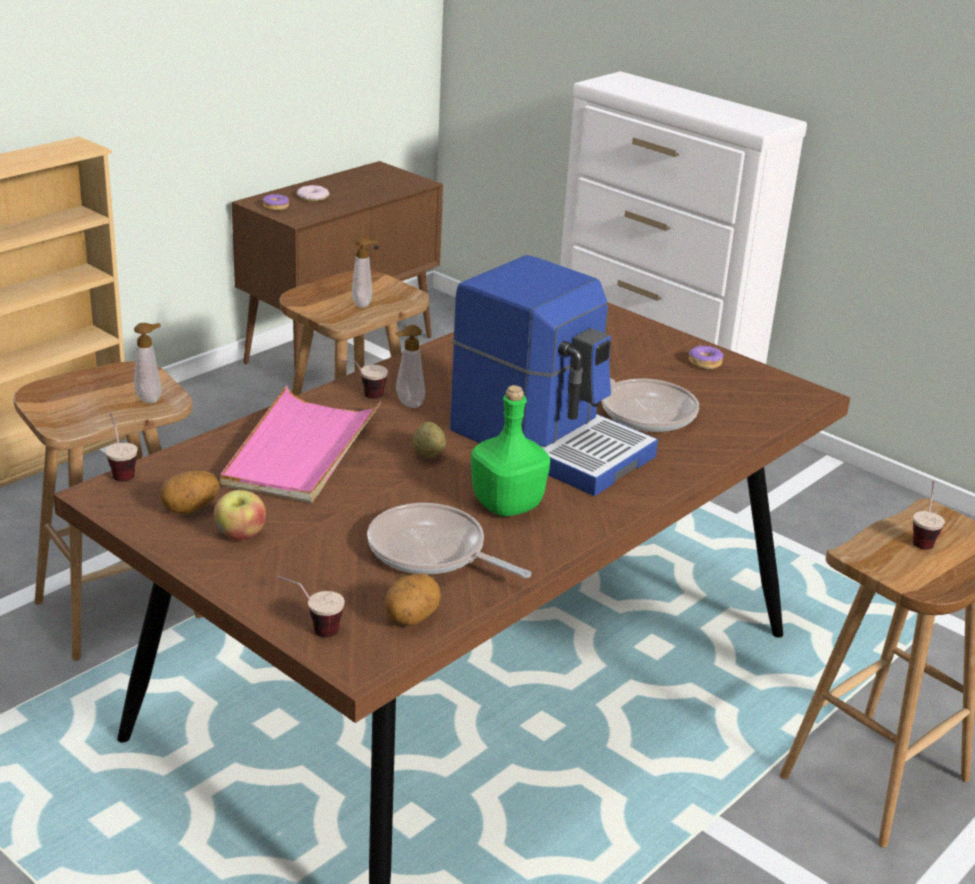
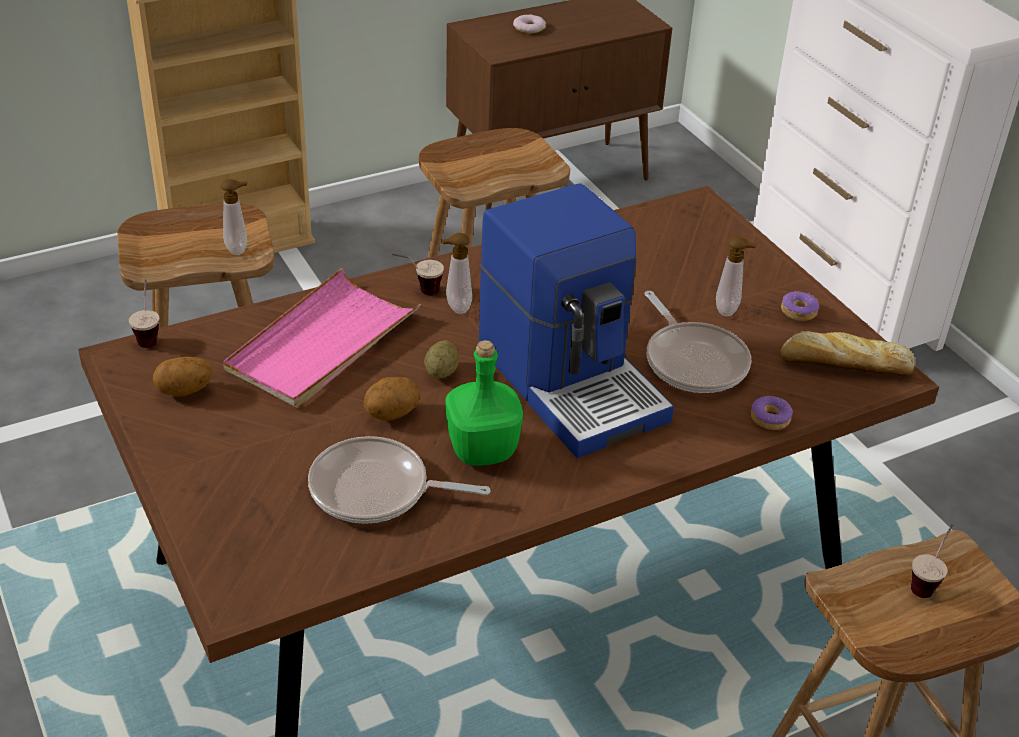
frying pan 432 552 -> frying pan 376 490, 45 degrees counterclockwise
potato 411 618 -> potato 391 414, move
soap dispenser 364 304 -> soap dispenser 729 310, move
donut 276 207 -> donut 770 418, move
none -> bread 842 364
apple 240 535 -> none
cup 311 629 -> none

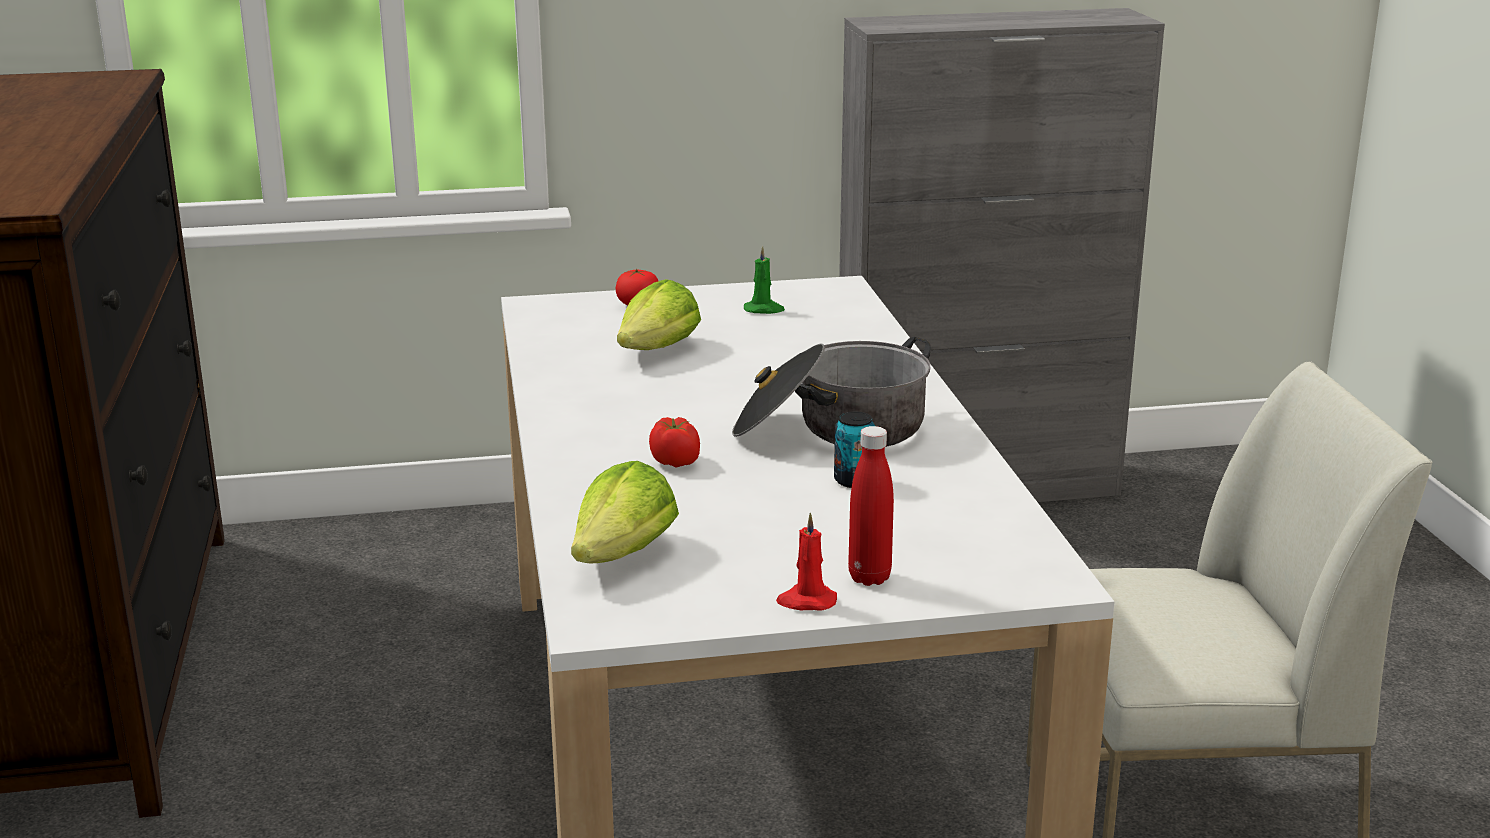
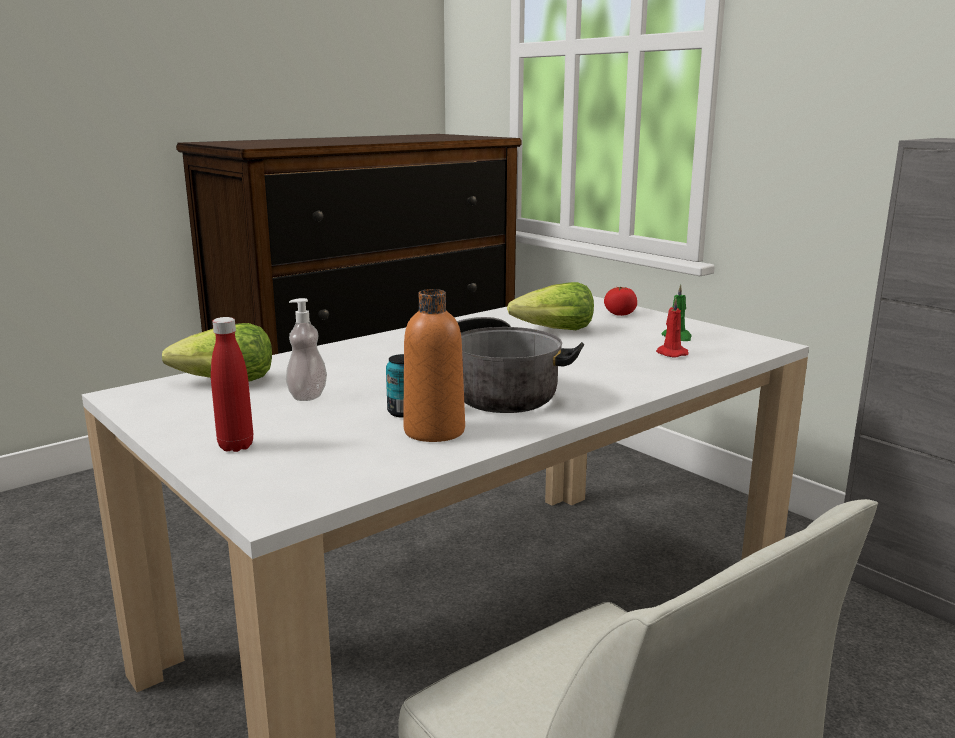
none -> soap dispenser 307 396
none -> bottle (orange) 434 431
candle (red) 806 601 -> candle (red) 670 353, move
tomato 675 462 -> none

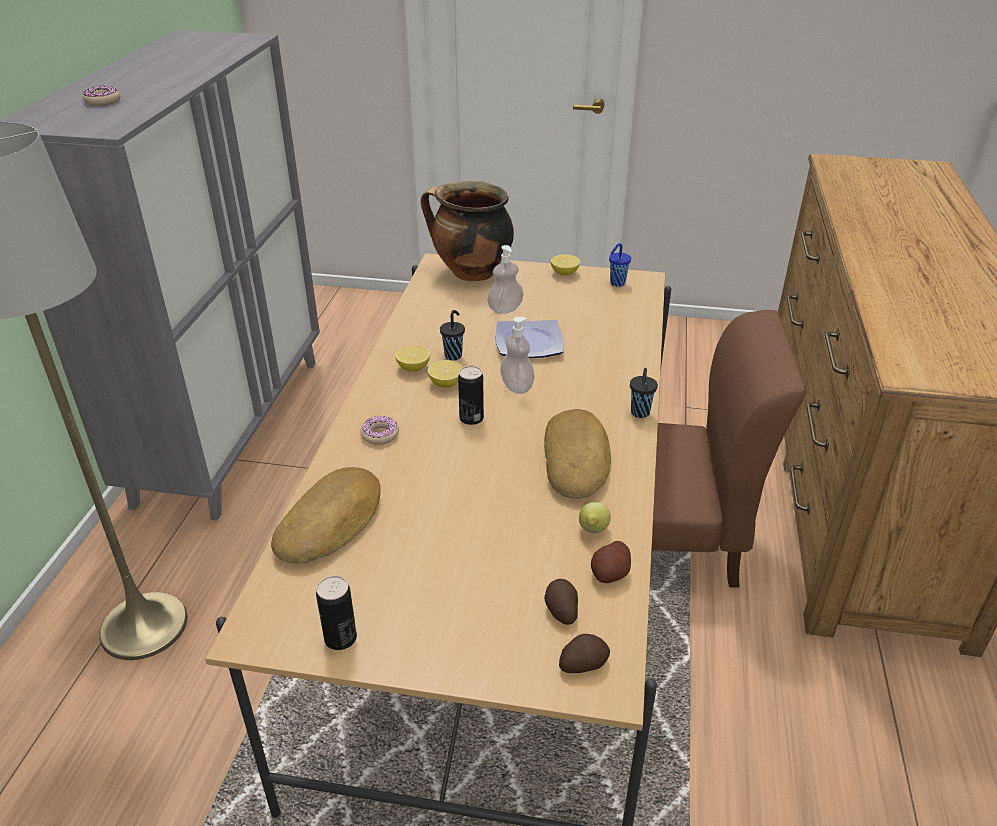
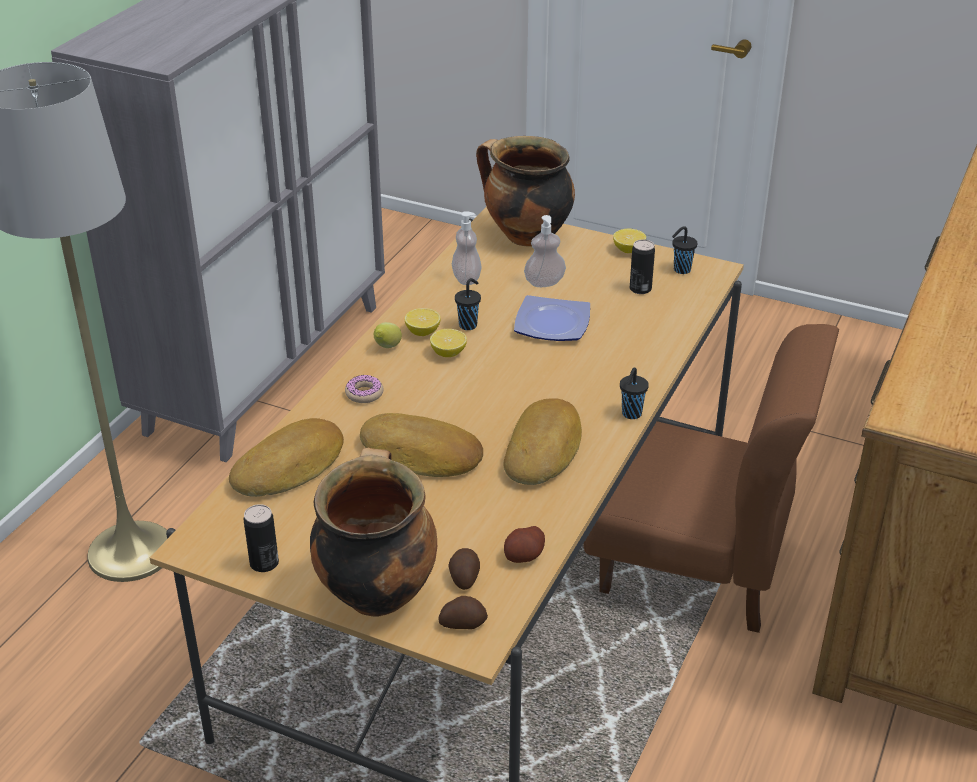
none -> cooking pot 376 591
none -> bread 421 455
lemon 593 531 -> lemon 387 348, move
soap dispenser 517 386 -> soap dispenser 466 278, move
can 471 418 -> can 640 289, move
cup (blue) 616 283 -> cup (black) 681 270
donut 103 101 -> none

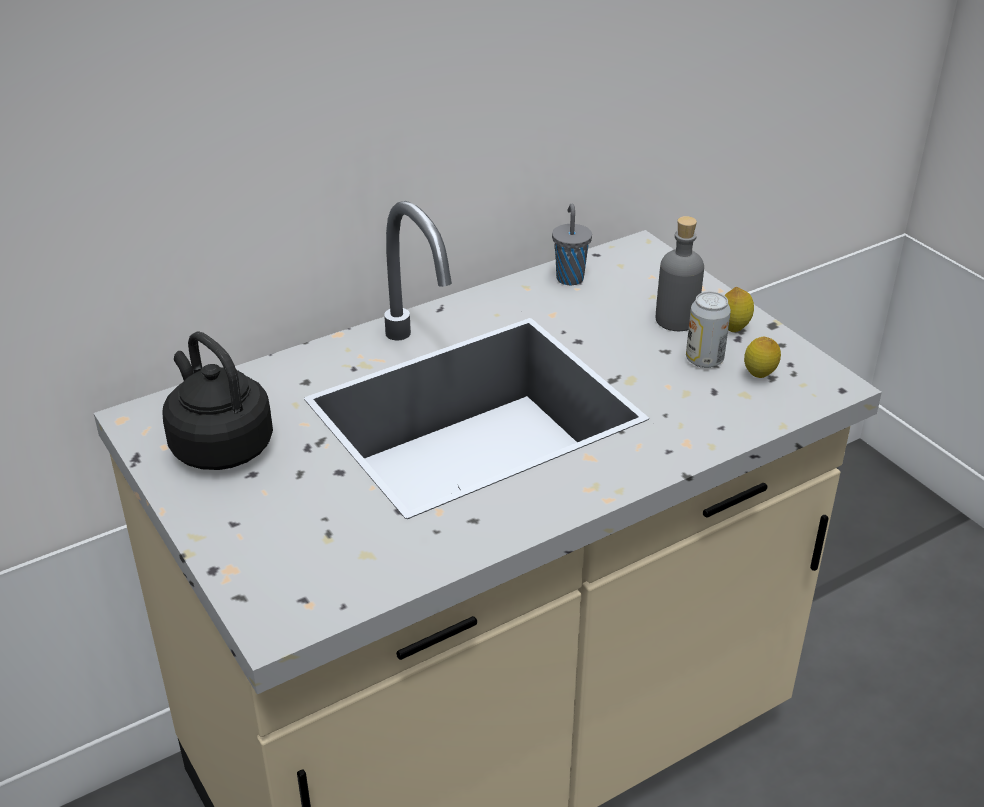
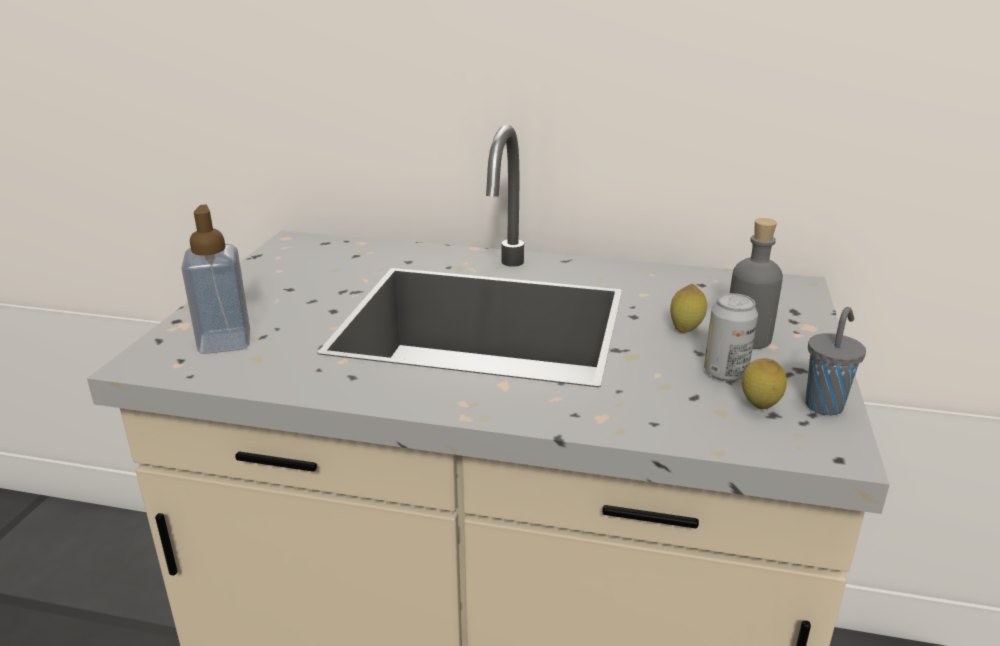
none -> soap dispenser 224 342
lemon 734 328 -> lemon 685 331, move
cup (grey) 569 277 -> cup (grey) 825 405, move
kettle (black) 219 445 -> none

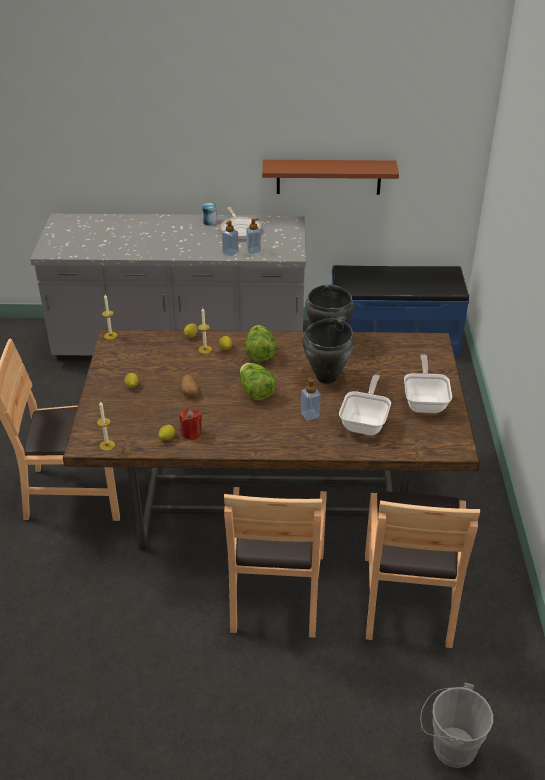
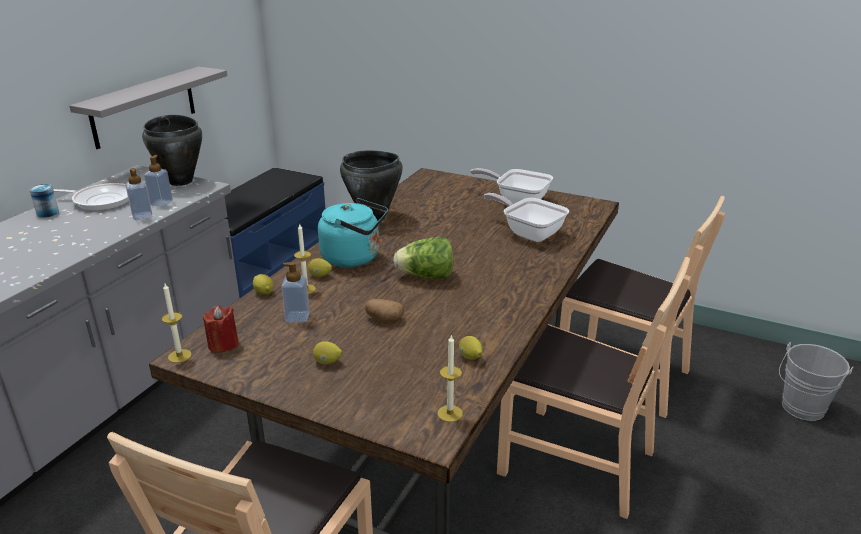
shelf (brown) 328 177 -> shelf (grey) 144 107
cooking pot (black) 327 377 -> cooking pot (black) 181 181, move
candle (red) 191 433 -> candle (red) 223 344, move
soap dispenser 310 415 -> soap dispenser 297 317, move
lettuce 259 353 -> kettle (turquoise) 354 258

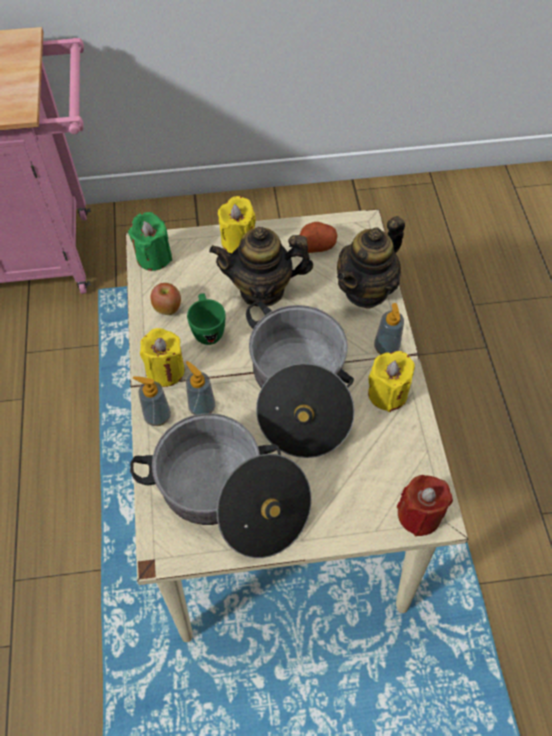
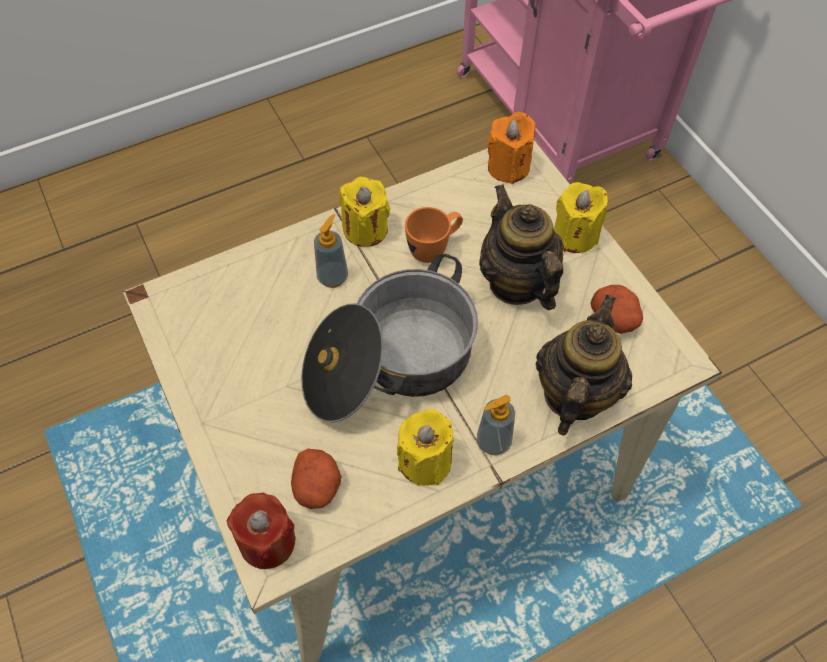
none -> potato 317 486
mug (green) 207 330 -> mug (orange) 434 248
candle (green) 154 257 -> candle (orange) 508 167
teapot 366 290 -> teapot 574 394, 90 degrees clockwise
cooking pot 229 496 -> none
soap dispenser 157 416 -> none
apple 168 308 -> none

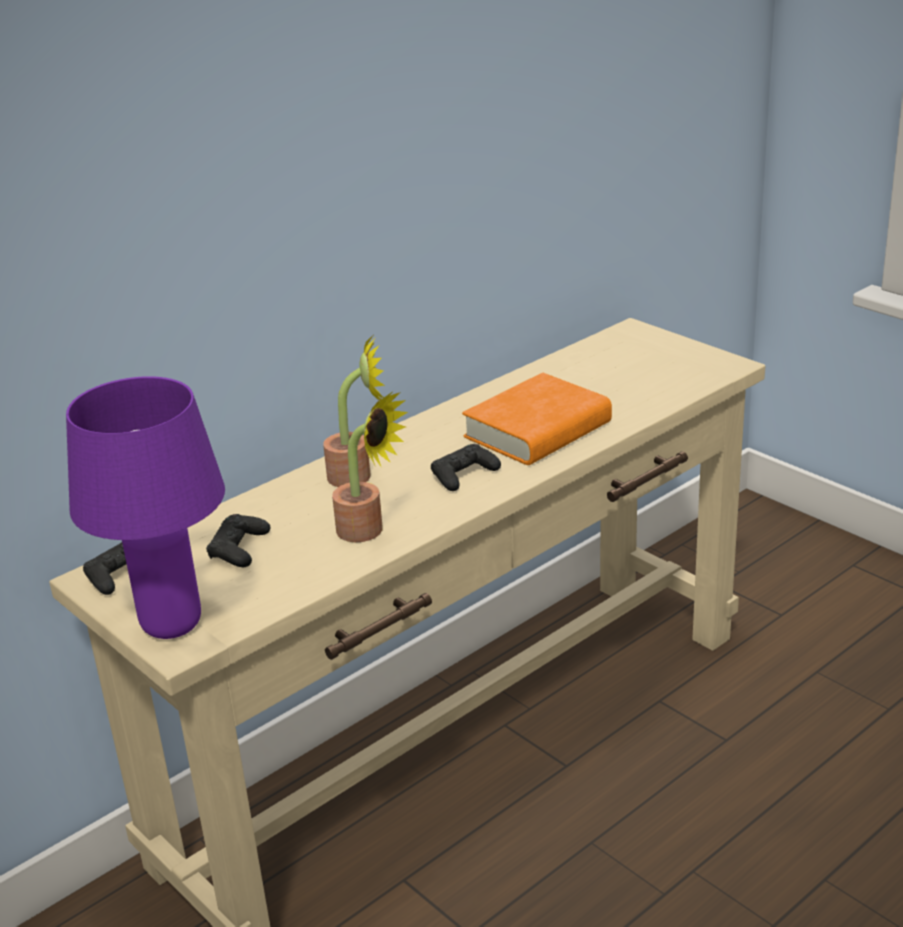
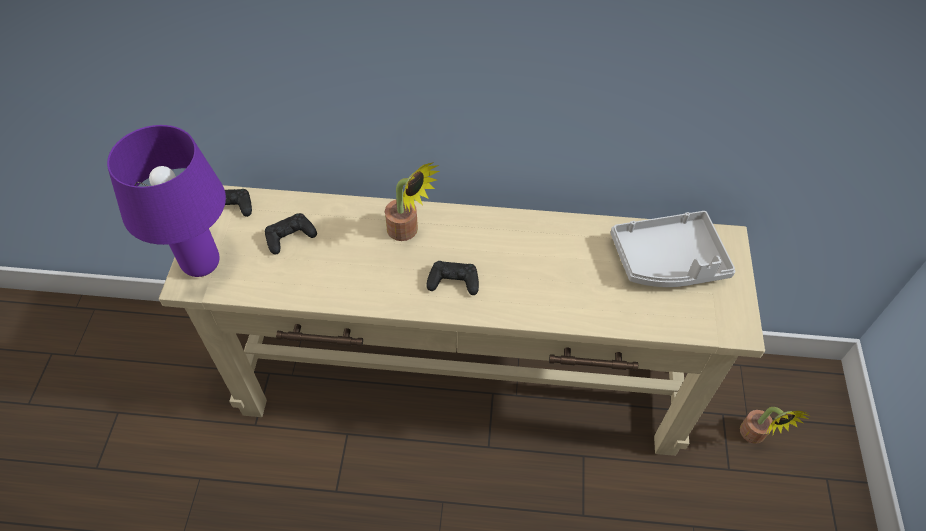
none -> tray (grey) 668 261
potted plant 368 531 -> potted plant 755 436, move
book (orange) 537 430 -> none

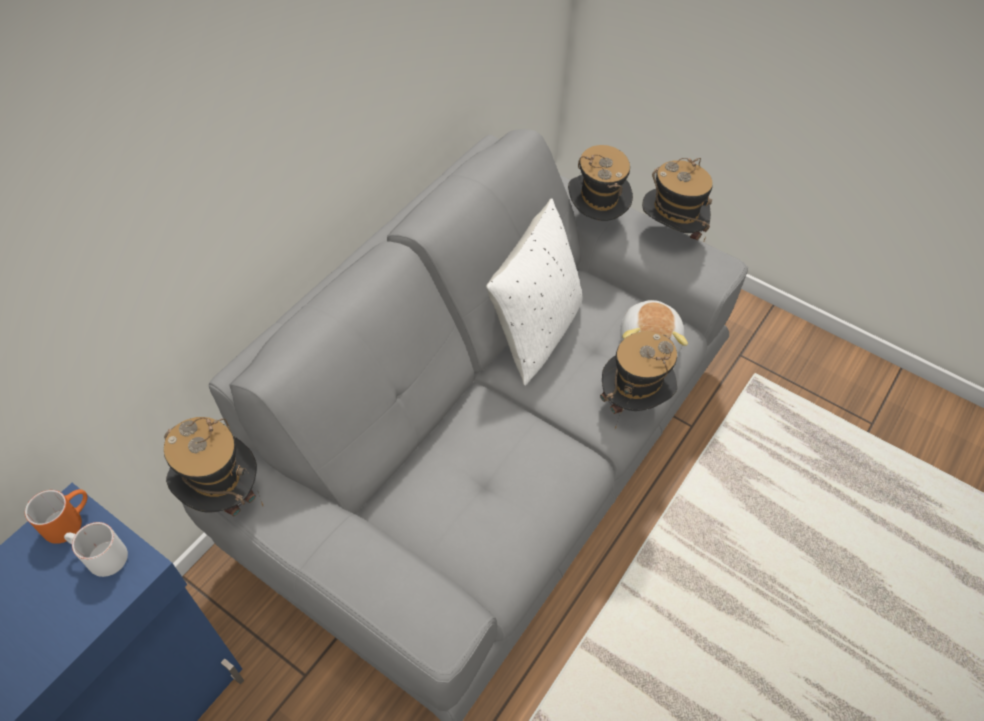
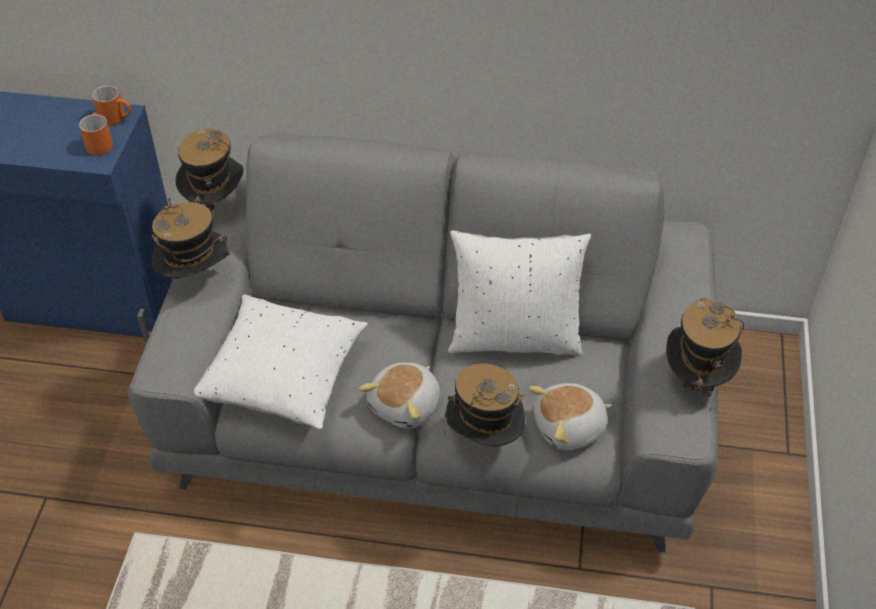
mug (white) 100 557 -> mug (orange) 98 143
hat 595 220 -> hat 195 279, move
none -> pillow (white) 283 377
none -> plush toy 406 405

